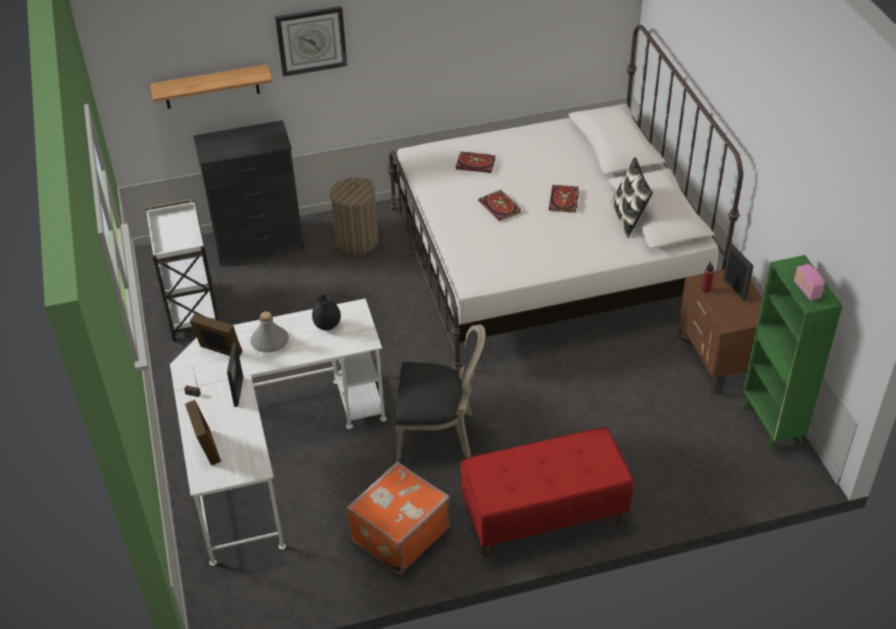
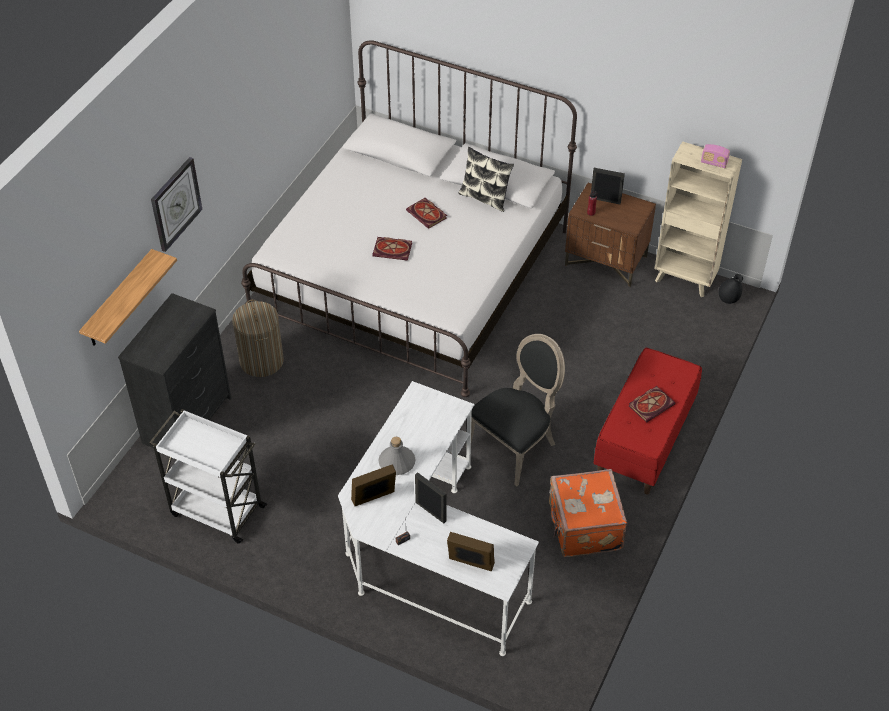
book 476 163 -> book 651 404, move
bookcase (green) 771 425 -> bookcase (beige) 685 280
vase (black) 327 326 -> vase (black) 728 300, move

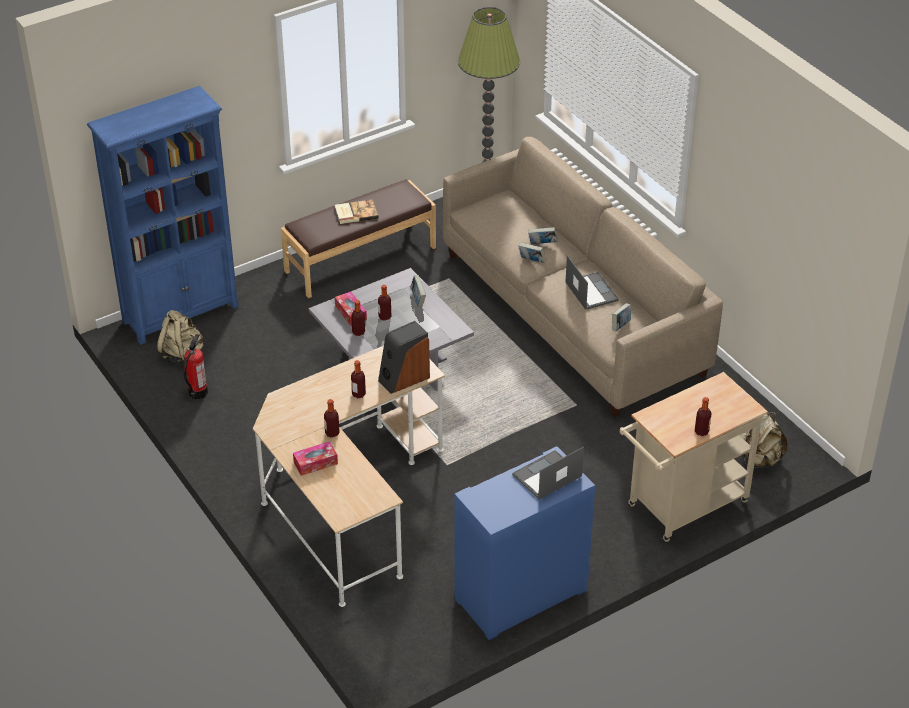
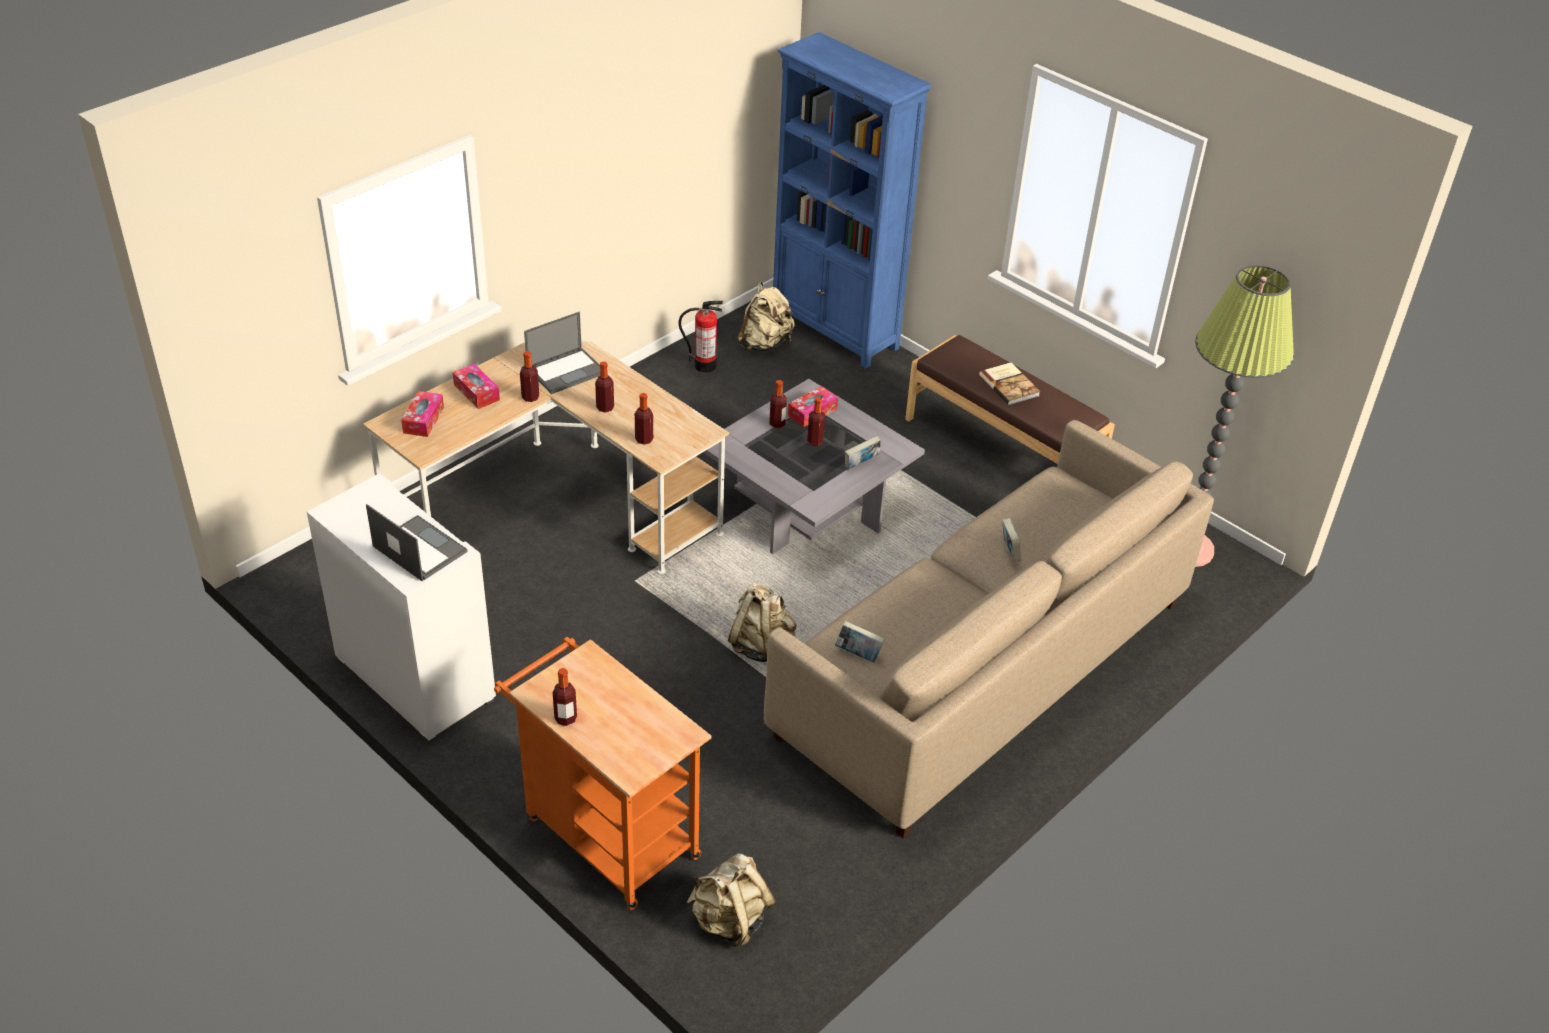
cabinet (blue) 521 596 -> cabinet (white) 413 678
none -> tissue box 423 420
cart (beige) 682 507 -> cart (orange) 604 832
laptop 591 291 -> laptop 567 370, move
speaker 404 378 -> bottle 644 439
none -> backpack (beige) 762 646
book 532 261 -> none

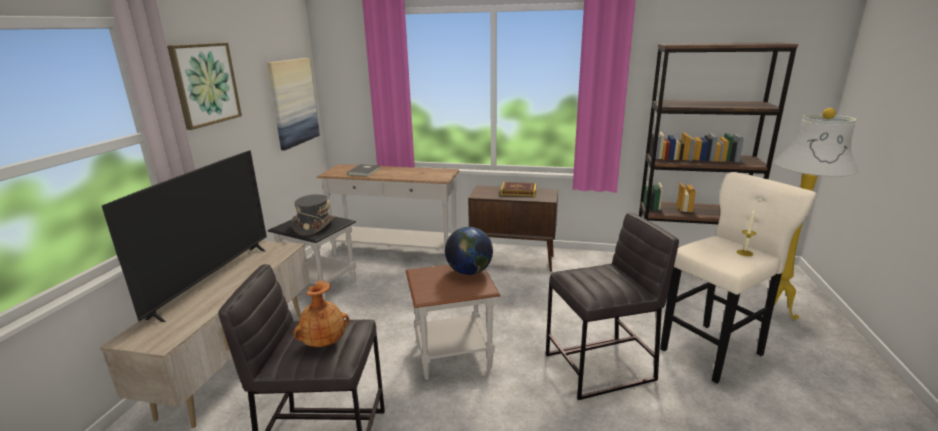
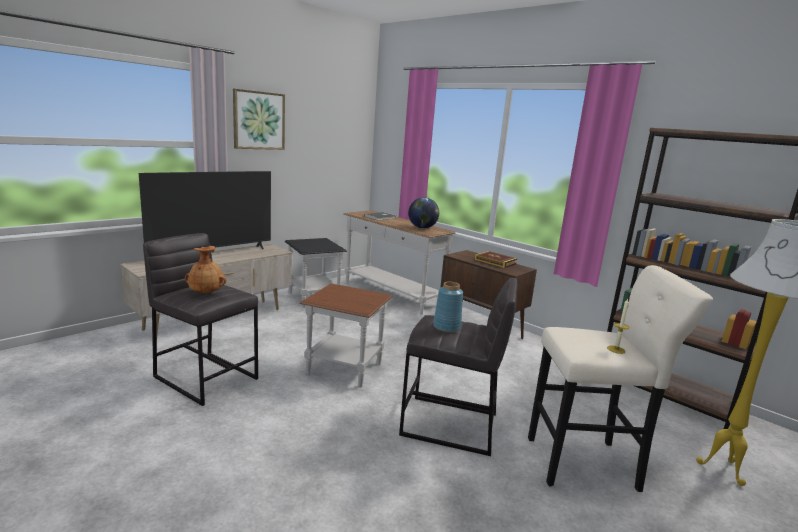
globe 469 271 -> globe 422 228, move
none -> vase (blue) 447 327
picture 293 102 -> none
hat (grey) 314 226 -> none

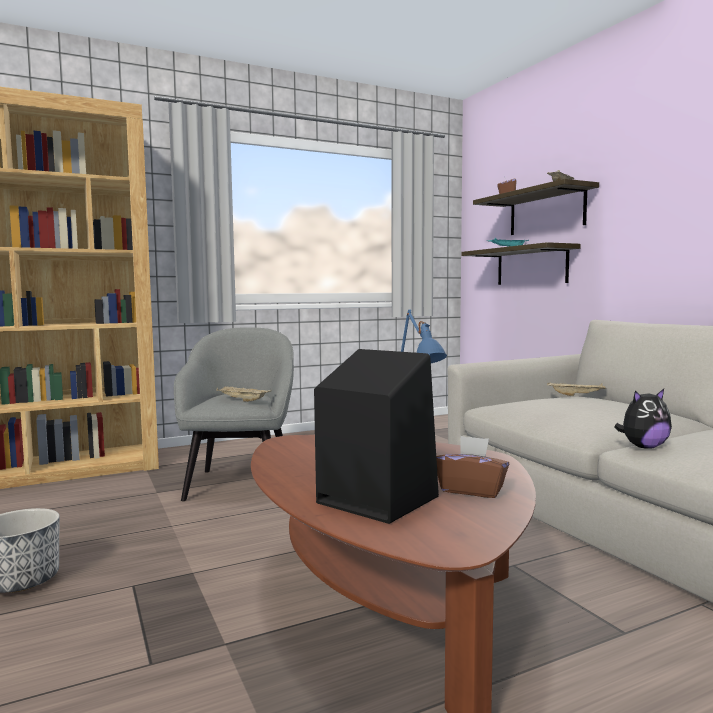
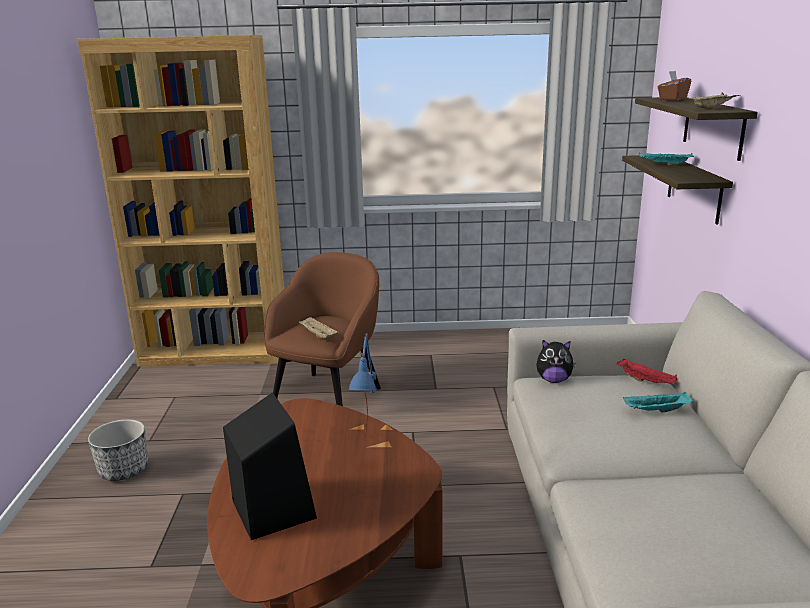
armchair (grey) 241 483 -> armchair (brown) 328 396
plush toy 643 447 -> plush toy 553 380, move
tray (beige) 576 395 -> tray (red) 646 381
none -> tray (turquoise) 656 411
tissue box (brown) 471 490 -> none

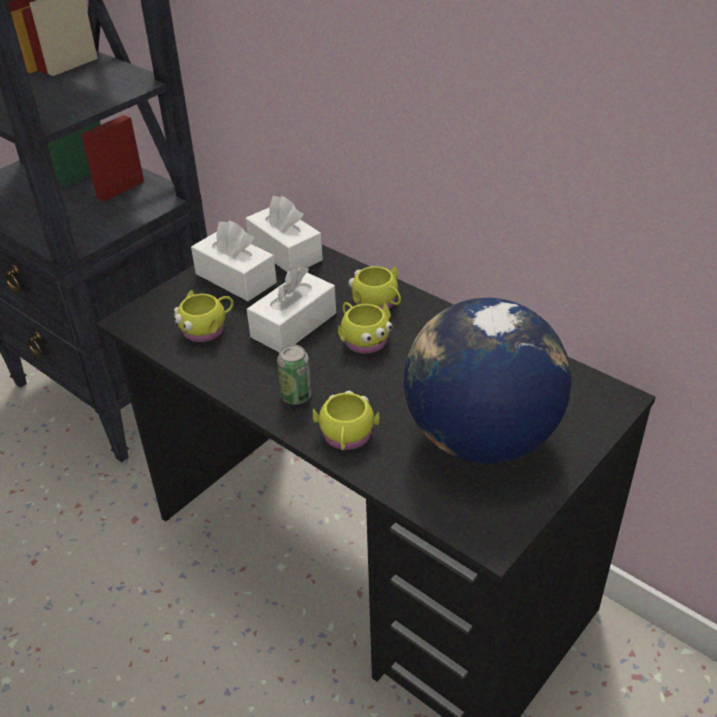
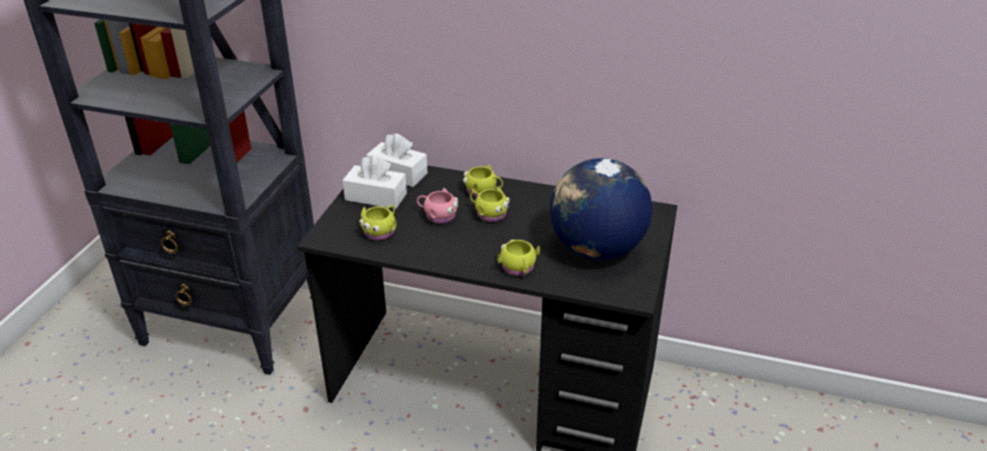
tissue box (white) 293 325 -> mug (pink) 438 216
can 296 396 -> none

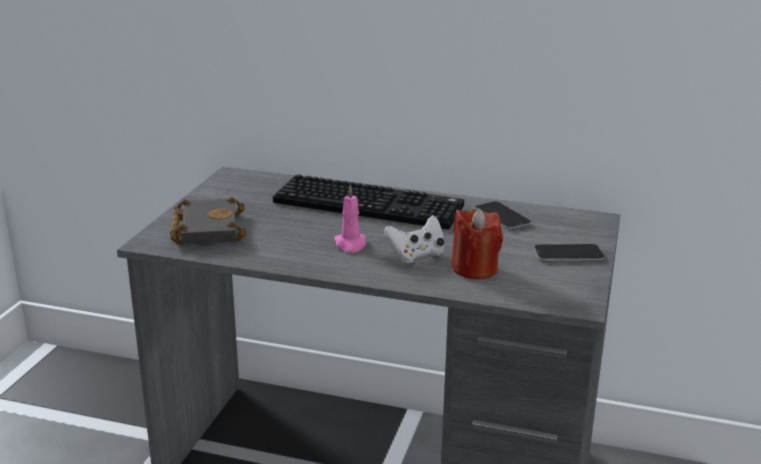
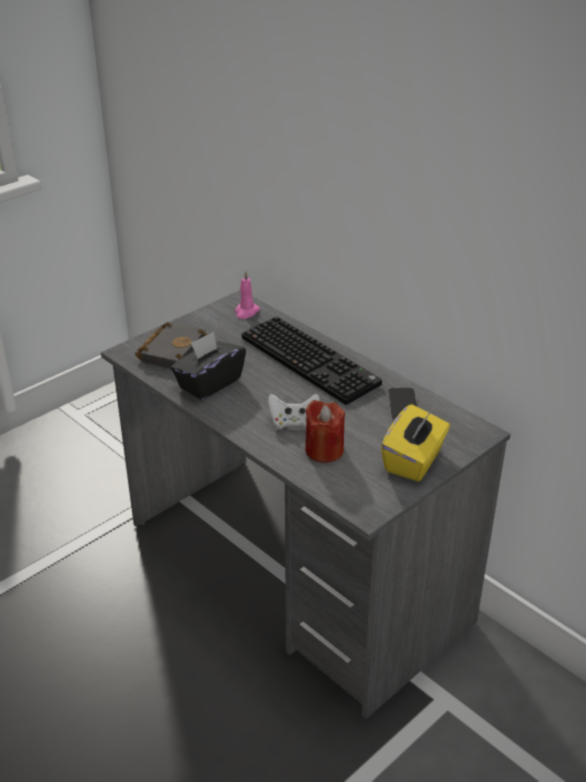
none -> tissue box (black) 209 383
candle (pink) 350 244 -> candle (pink) 246 312, move
phone 568 254 -> tissue box (yellow) 414 461

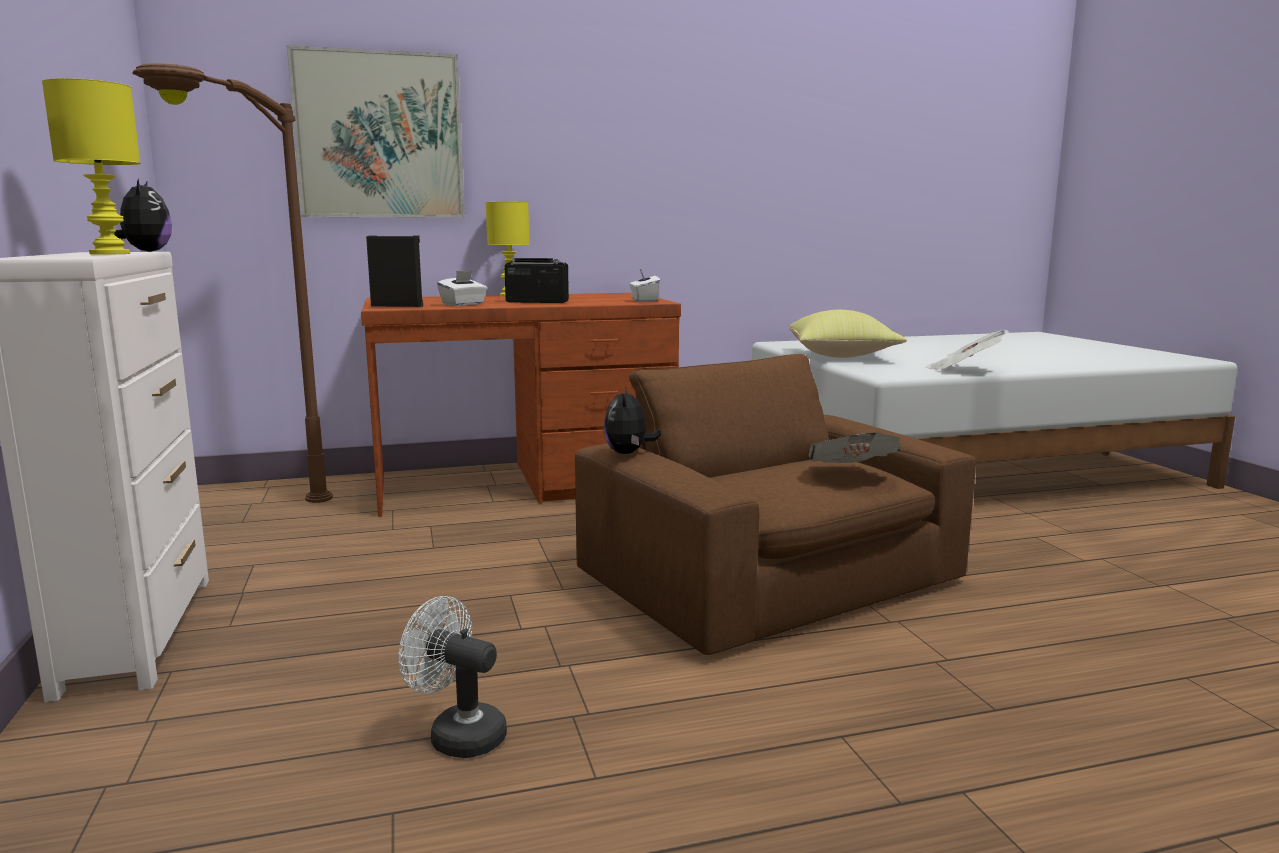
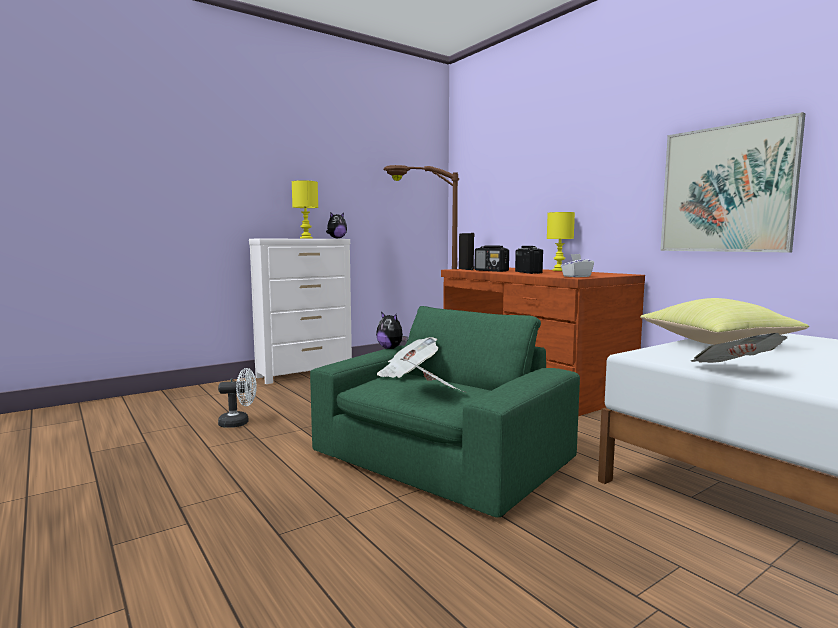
fan (white) 458 735 -> fan (white) 239 423, 75 degrees clockwise
armchair (brown) 772 578 -> armchair (green) 441 458
plush toy 628 453 -> plush toy 391 348, 120 degrees counterclockwise
none -> newspaper 407 373
tissue box (white) 463 304 -> radio 491 271
picture 379 136 -> picture 726 189, move

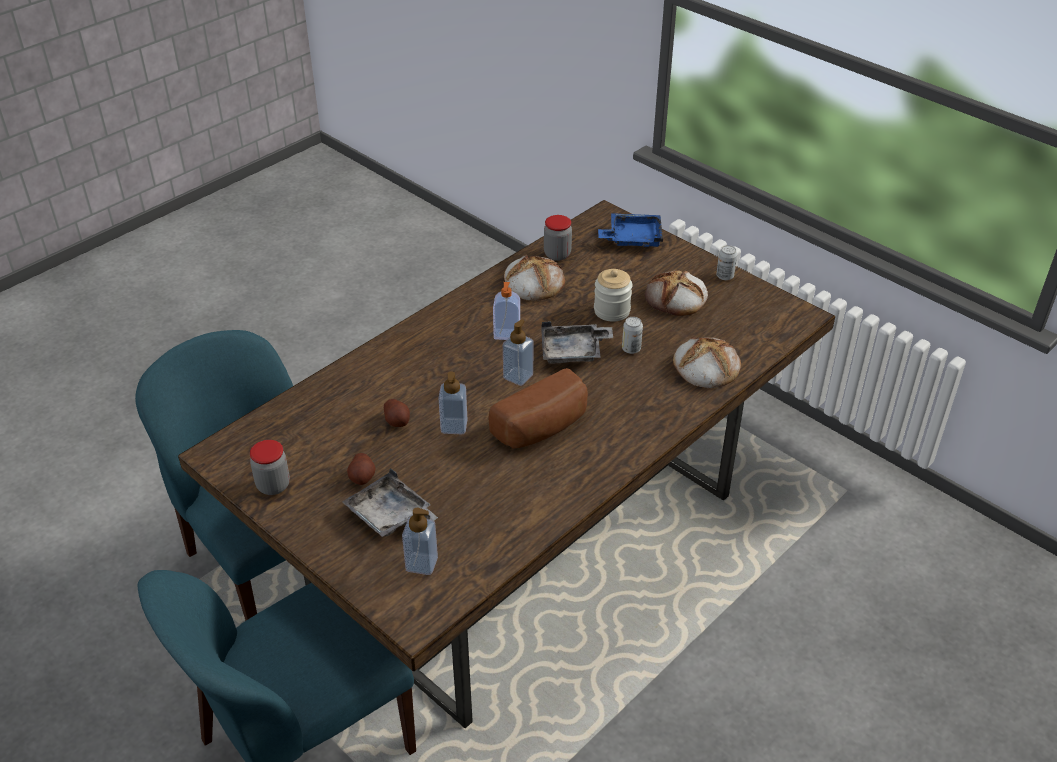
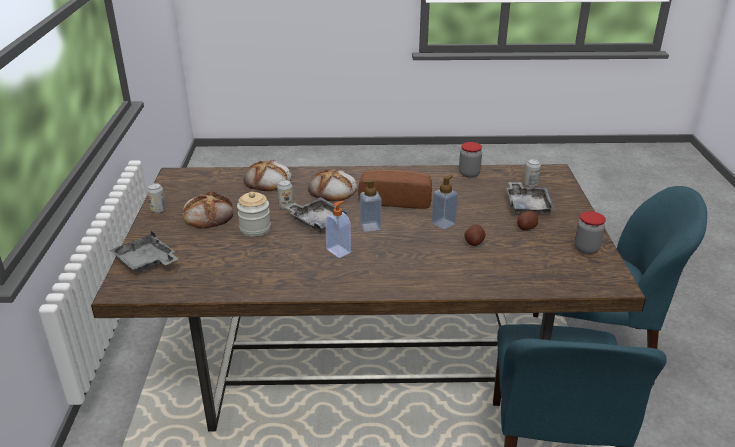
tray (blue) 632 238 -> tray (grey) 146 262
bread 533 282 -> bread 333 190, move
jar 557 254 -> jar 469 174, move
soap dispenser 421 564 -> can 530 184

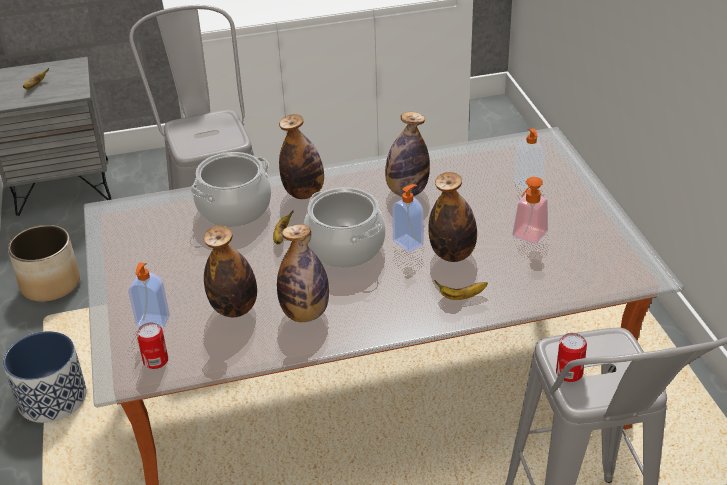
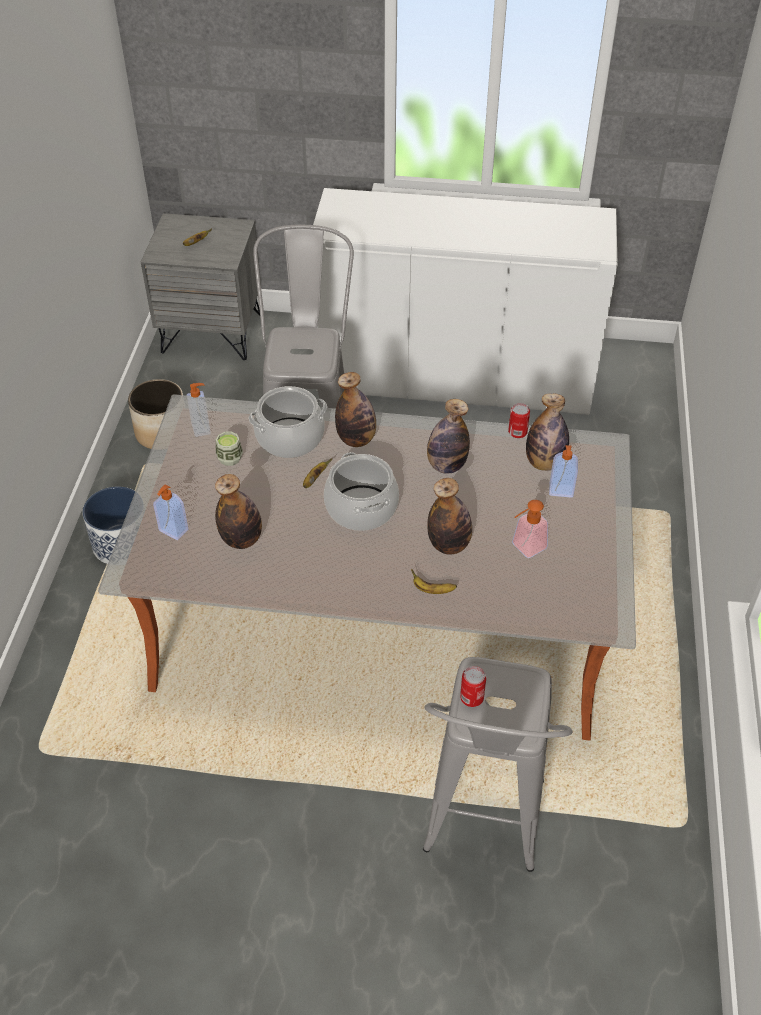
soap dispenser 408 243 -> soap dispenser 201 428, move
none -> cup 230 458
can 155 361 -> can 517 432, move
bottle 305 314 -> bottle 544 463, move

